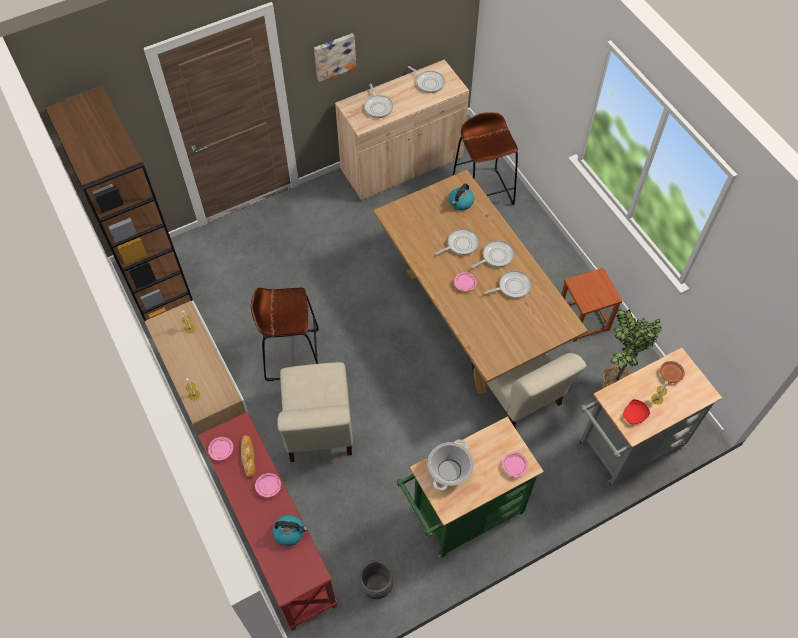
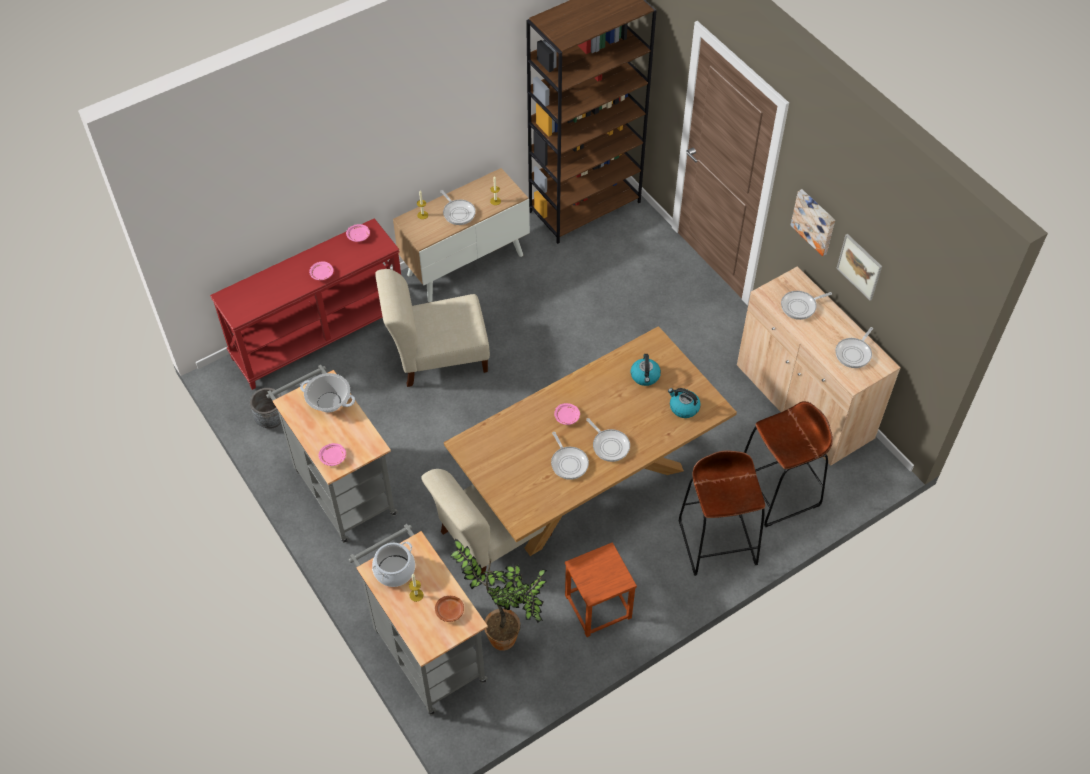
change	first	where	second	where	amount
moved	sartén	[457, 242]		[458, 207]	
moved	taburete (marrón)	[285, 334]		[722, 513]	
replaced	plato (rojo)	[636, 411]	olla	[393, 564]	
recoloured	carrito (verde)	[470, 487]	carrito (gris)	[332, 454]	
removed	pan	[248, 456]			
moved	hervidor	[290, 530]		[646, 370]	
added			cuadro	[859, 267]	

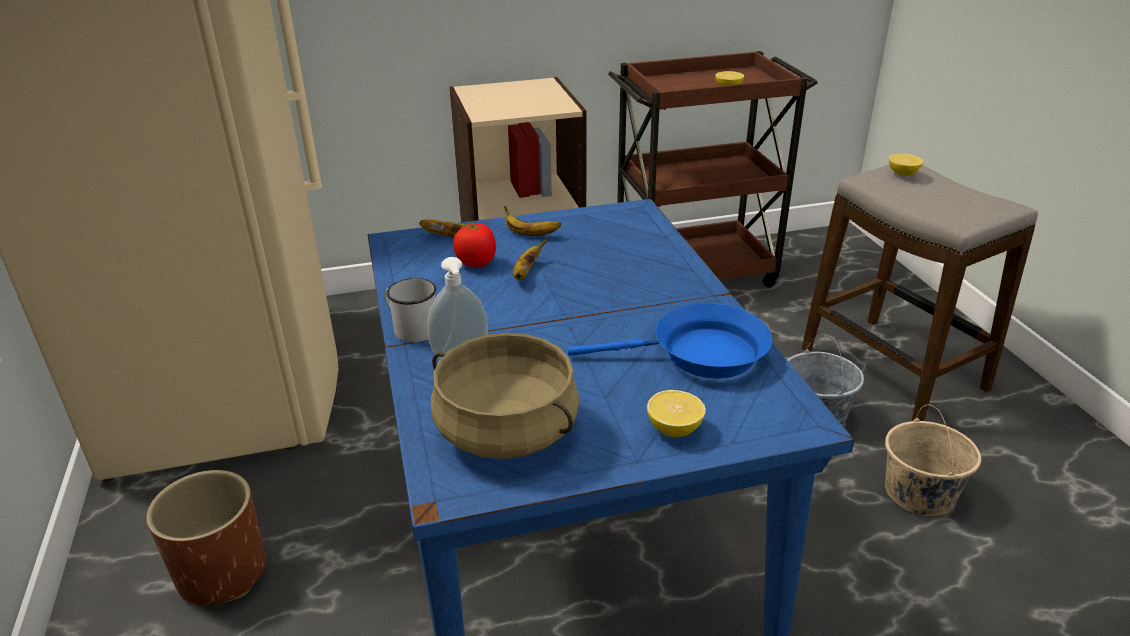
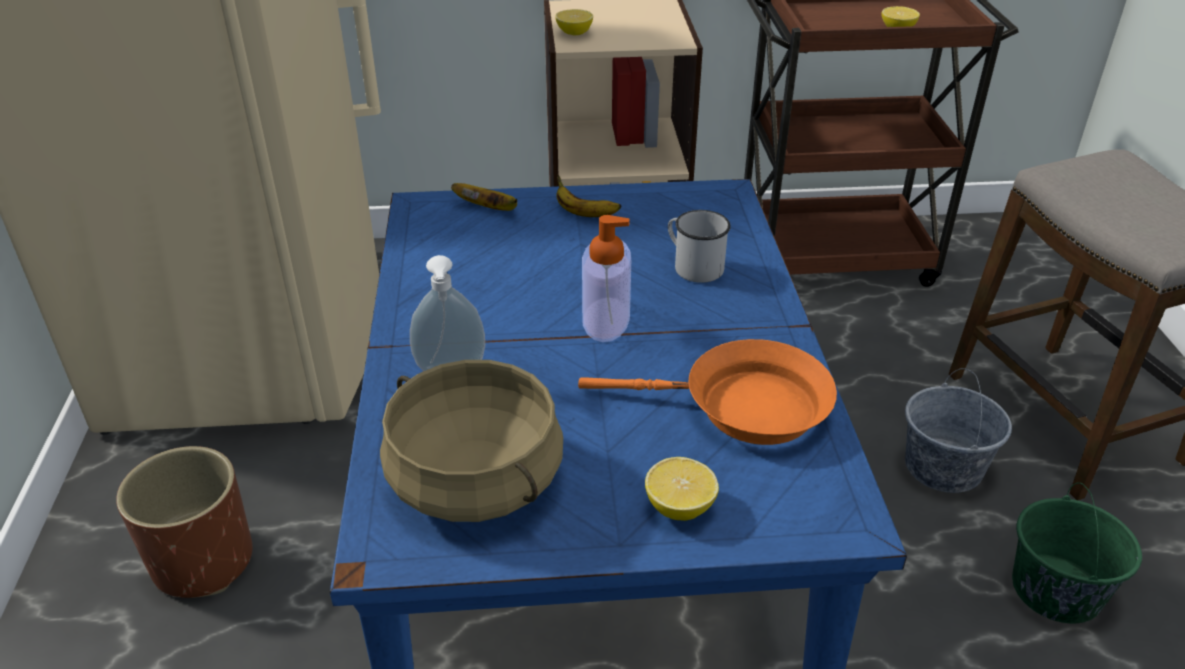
change	first	where	second	where	amount
moved	limón	[906, 165]		[574, 22]	
removed	tomate	[474, 245]			
removed	plátano	[530, 259]			
moved	taza grande (blanco)	[410, 310]		[699, 246]	
recoloured	sartén (azul)	[670, 340]	sartén (naranja)	[707, 392]	
recoloured	cubo (beis)	[933, 460]	cubo (verde)	[1077, 553]	
added			dispensador de jabón	[606, 278]	

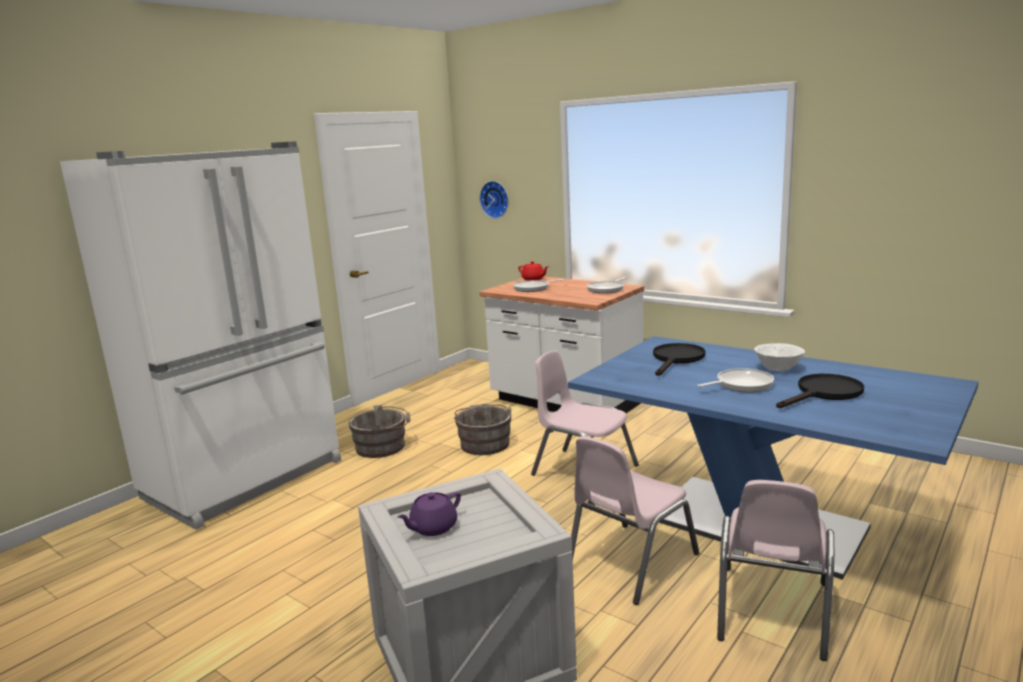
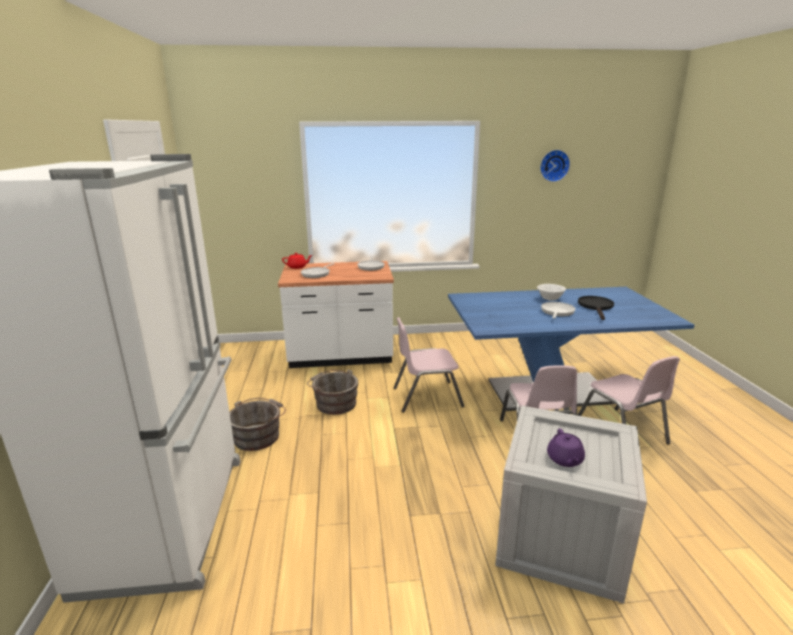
change	first	where	second	where	amount
moved	reloj de pared	[494, 200]		[555, 166]	
removed	sartén (negro)	[679, 359]			

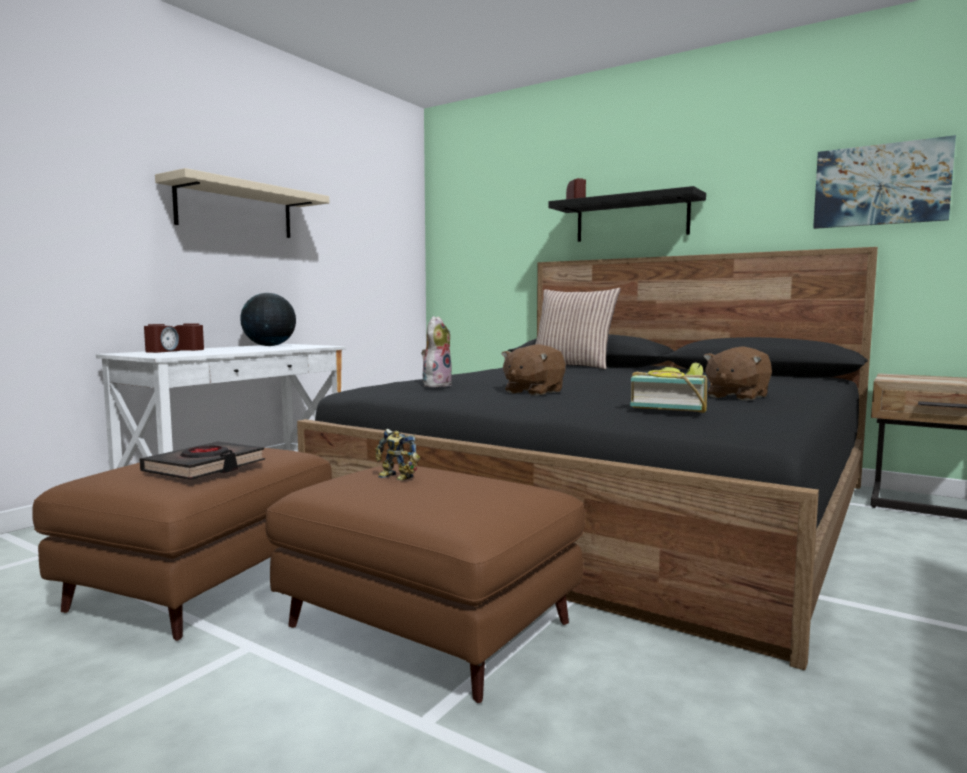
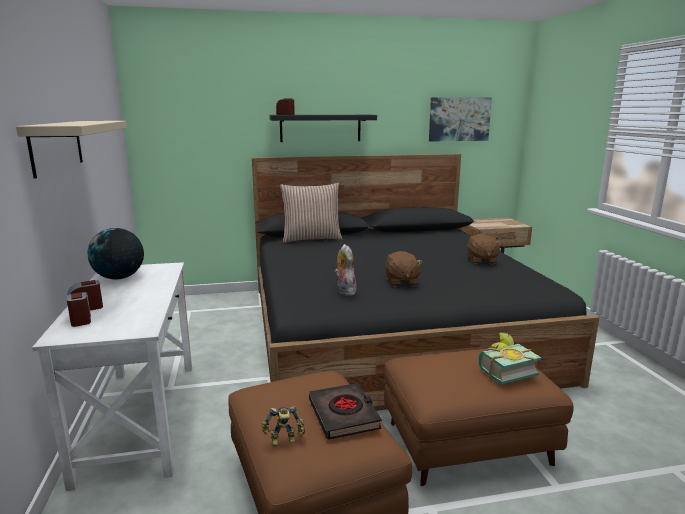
change	first	where	second	where	amount
moved	libro	[668, 387]		[510, 358]	
moved	robot de juguete	[397, 455]		[283, 426]	

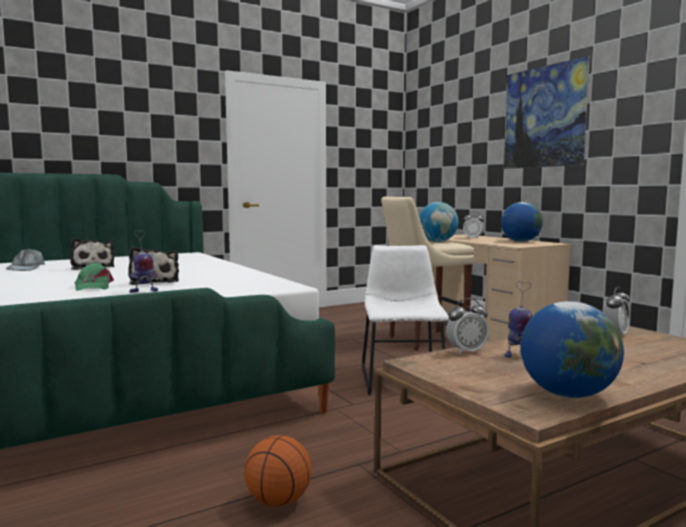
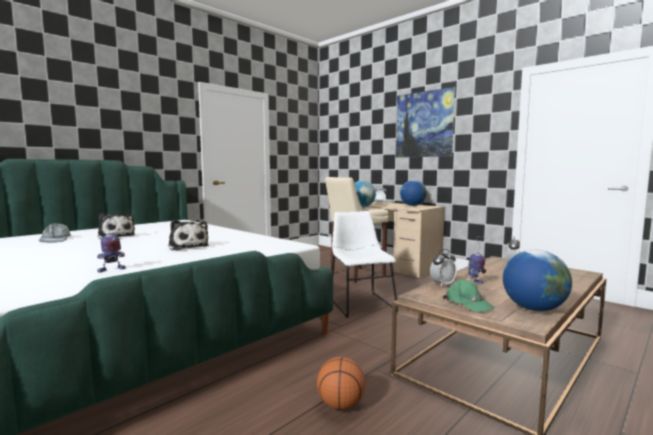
change	first	where	second	where	amount
moved	robot de juguete	[143, 261]		[111, 243]	
moved	gorra (verde)	[94, 277]		[469, 295]	

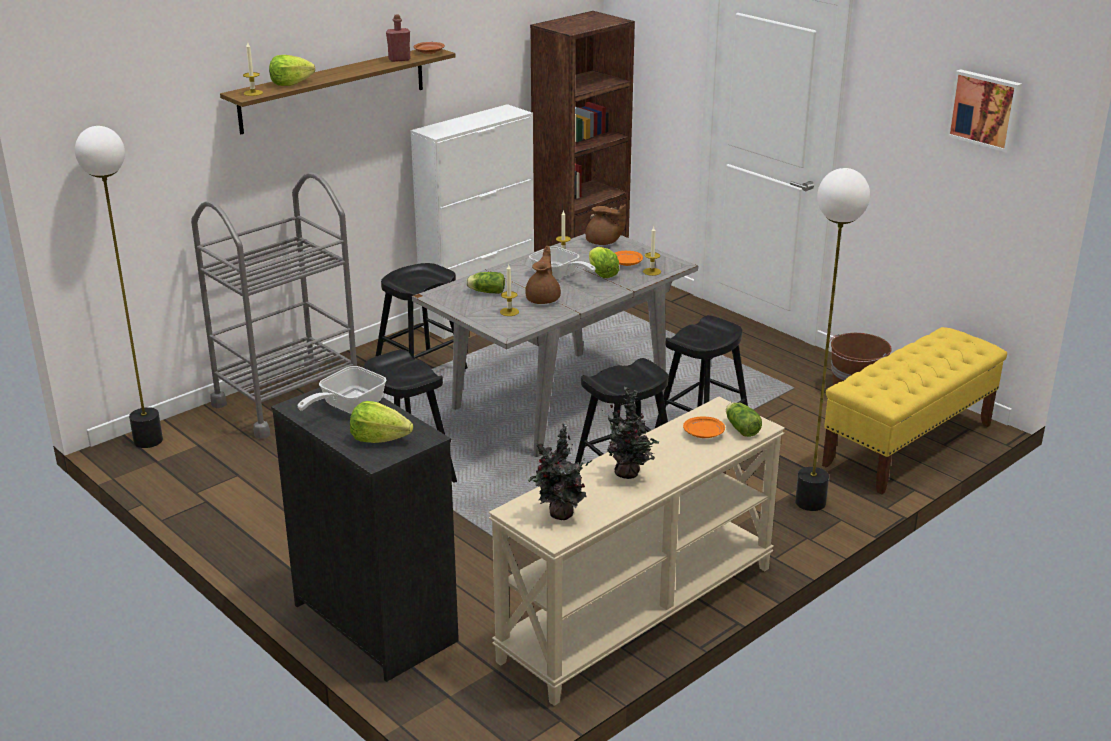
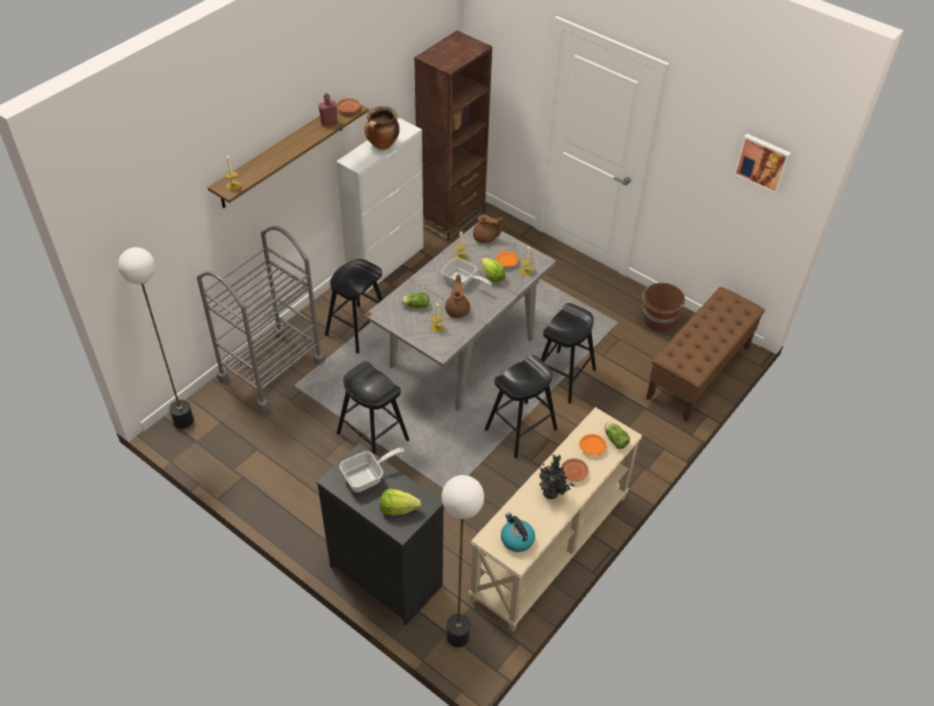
change	first	where	second	where	amount
removed	lechuga	[292, 70]			
moved	lámpara de pie	[832, 339]		[463, 561]	
recoloured	banco (amarillo)	[914, 411]	banco (marrón)	[705, 354]	
turned	sartén	[341, 390]		[371, 470]	150 degrees counterclockwise
replaced	planta en maceta	[560, 472]	hervidor	[518, 532]	
added			olla	[382, 128]	
added			plato (marrón)	[574, 470]	

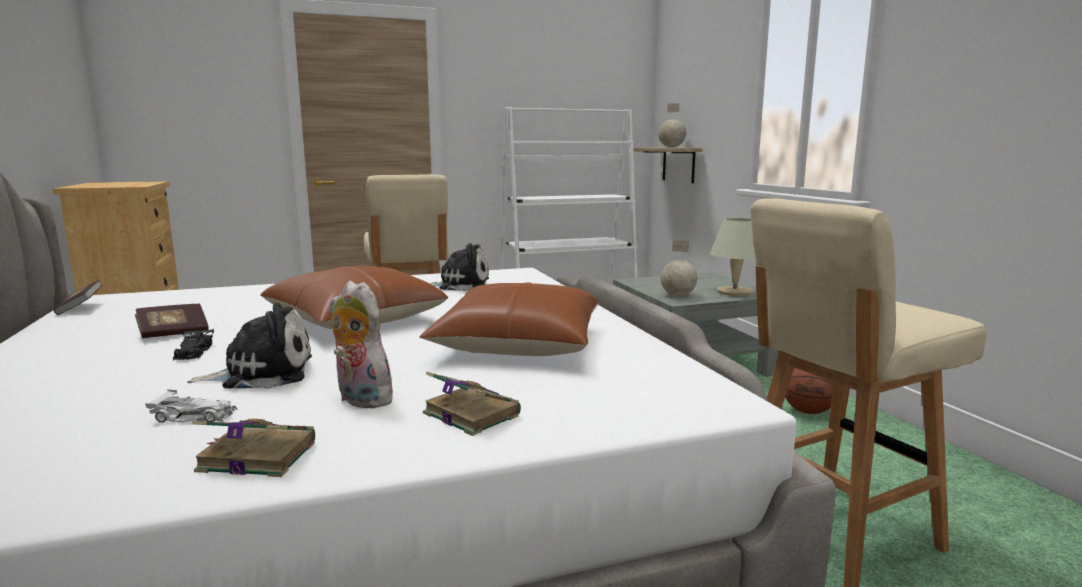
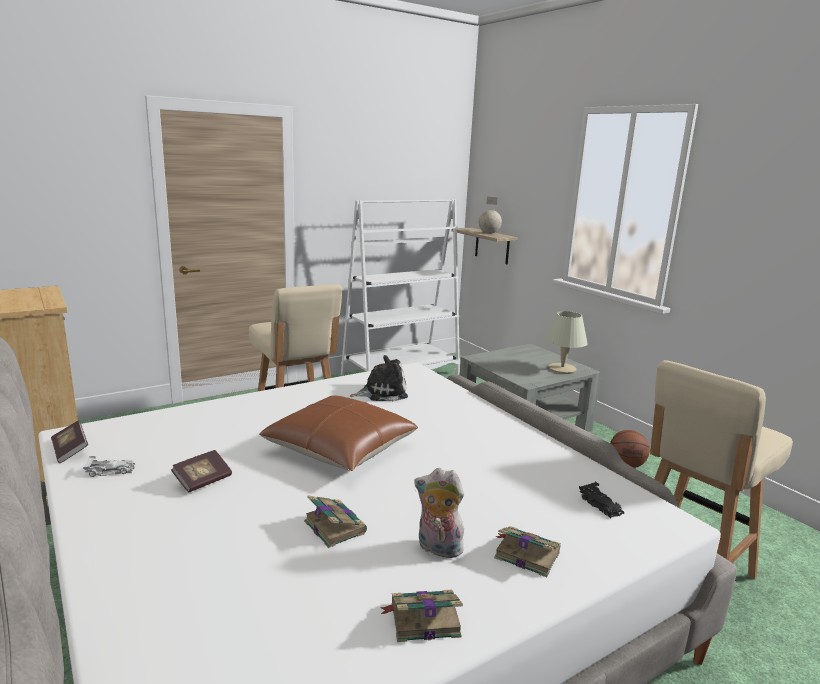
change	first	where	second	where	amount
removed	globo terráqueo	[679, 268]			
removed	cojín (marrón)	[509, 319]			
replaced	peluche	[249, 346]	libro	[335, 521]	
moved	coche de juguete (negro)	[193, 344]		[601, 499]	
moved	coche de juguete (blanco)	[191, 406]		[109, 466]	

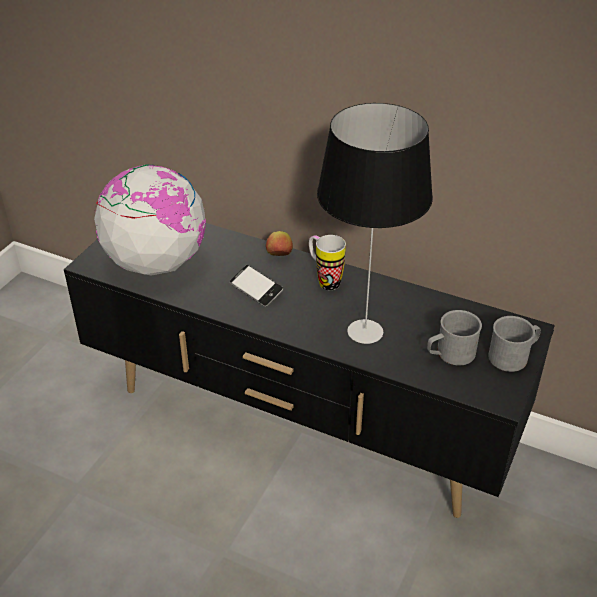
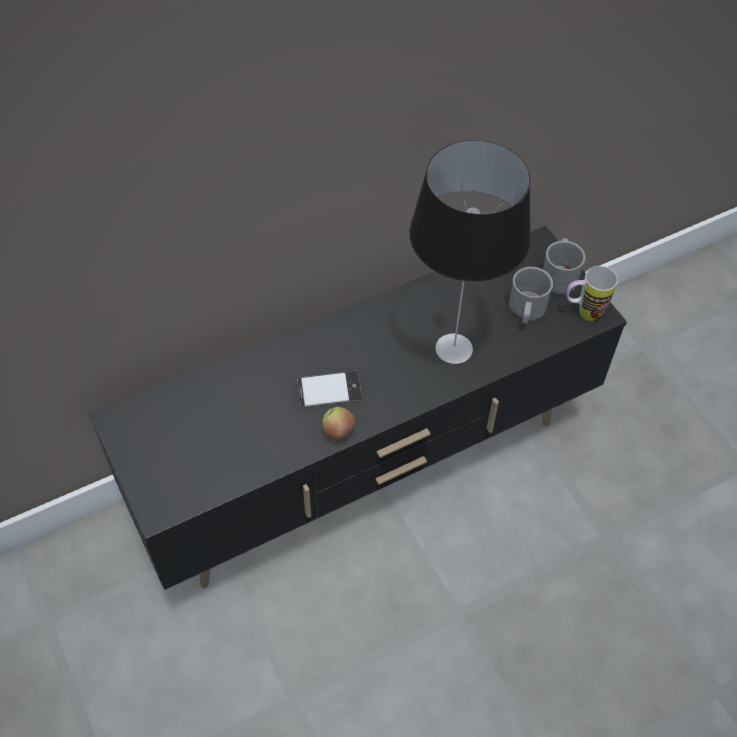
change	first	where	second	where	amount
removed	globo terráqueo	[150, 220]			
moved	manzana	[279, 243]		[339, 423]	
moved	taza grande	[327, 262]		[592, 293]	

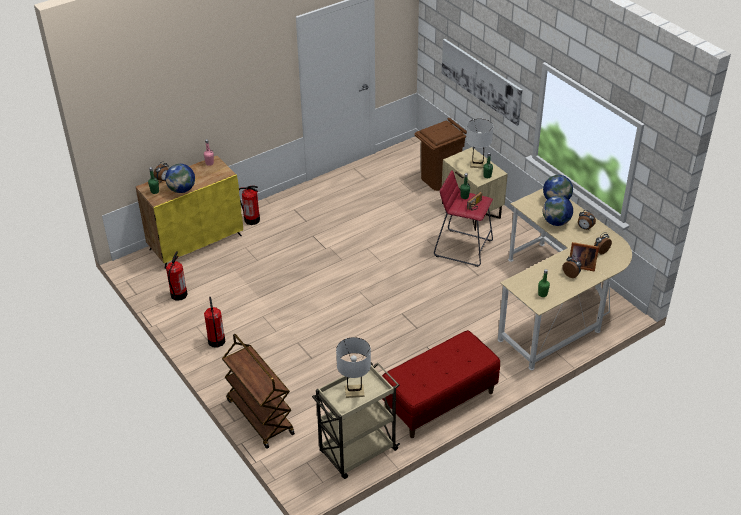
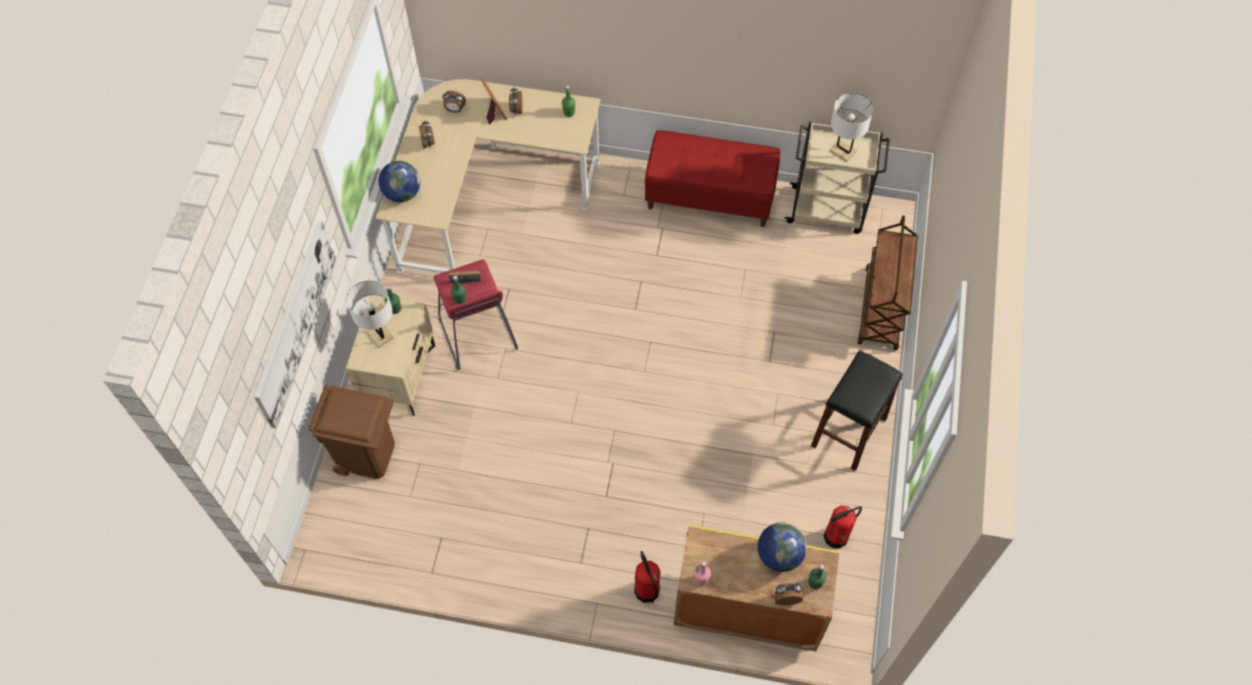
change	first	where	second	where	amount
removed	globo terráqueo	[558, 211]			
replaced	extintor	[214, 322]	taburete (negro)	[857, 410]	

